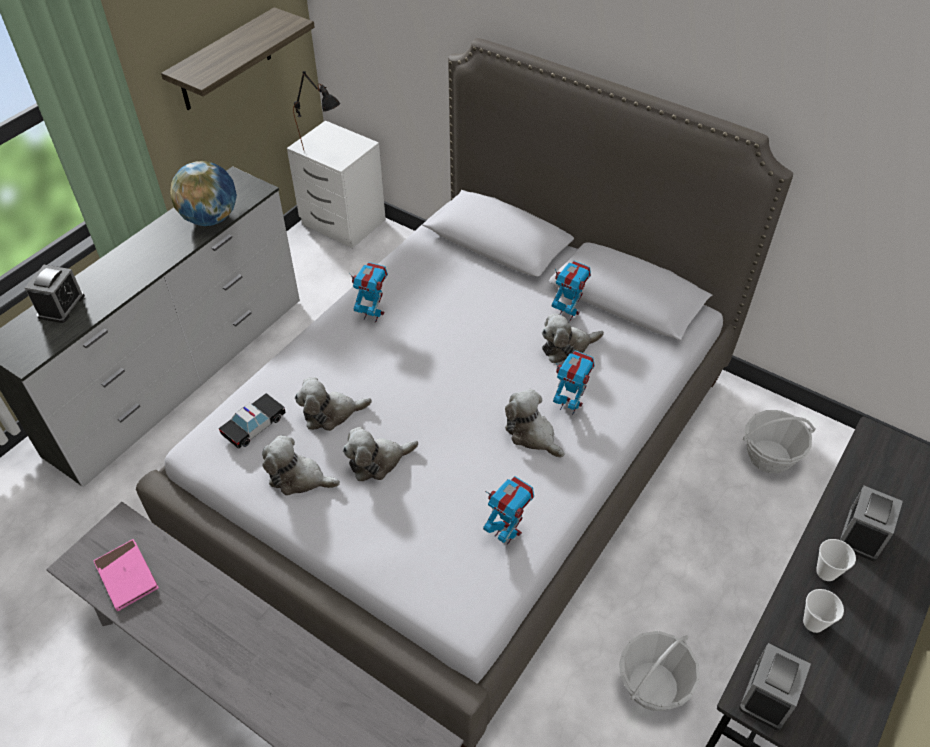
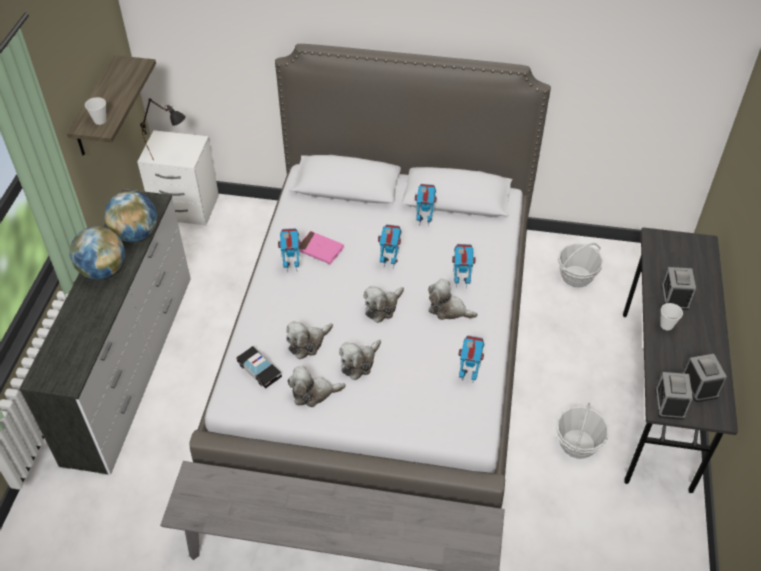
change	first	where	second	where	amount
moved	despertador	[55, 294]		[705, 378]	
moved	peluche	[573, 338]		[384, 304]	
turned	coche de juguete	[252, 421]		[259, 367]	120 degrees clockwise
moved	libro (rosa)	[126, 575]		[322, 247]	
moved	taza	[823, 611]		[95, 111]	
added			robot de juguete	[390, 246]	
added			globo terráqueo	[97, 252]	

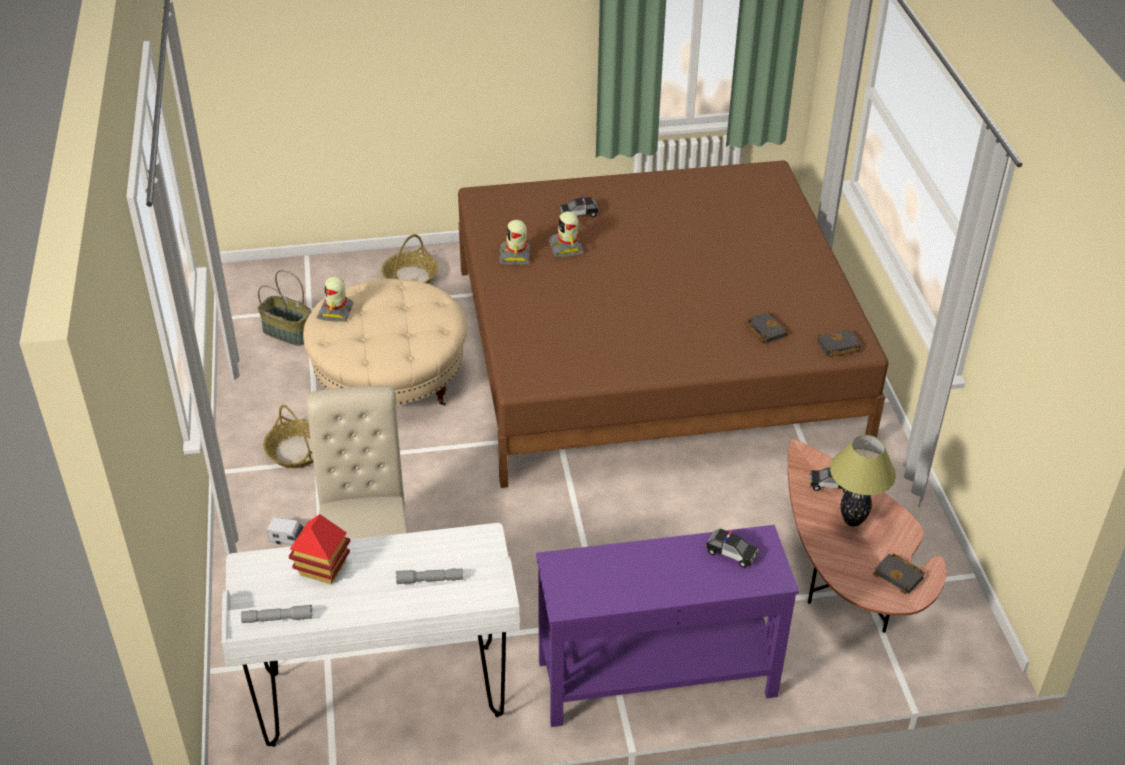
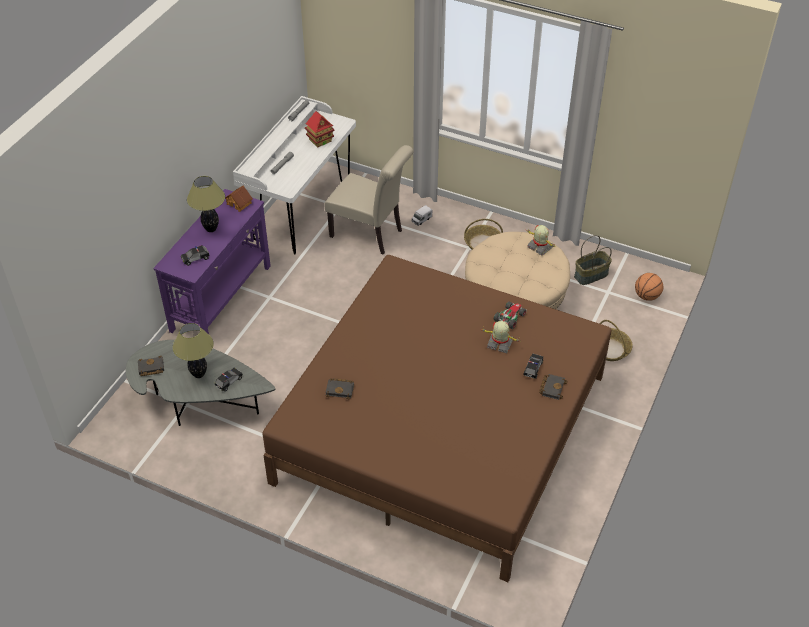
change	first	where	second	where	amount
replaced	robot de juguete	[514, 242]	coche de juguete	[510, 315]	
moved	libro (negro)	[839, 343]		[553, 387]	
recoloured	mesa de centro (marrón)	[867, 536]	mesa de centro (gris)	[200, 383]	
added			lámpara de mesa	[206, 204]	
added			casita	[239, 198]	
added			balón de baloncesto	[649, 287]	

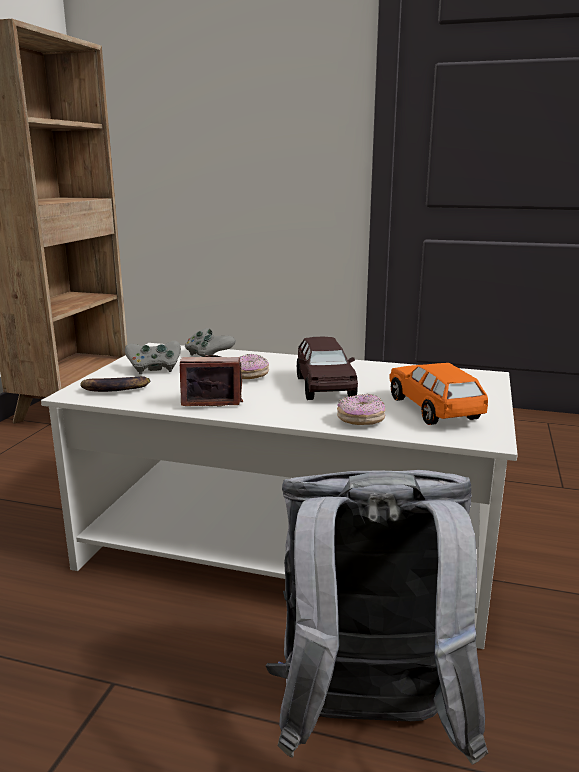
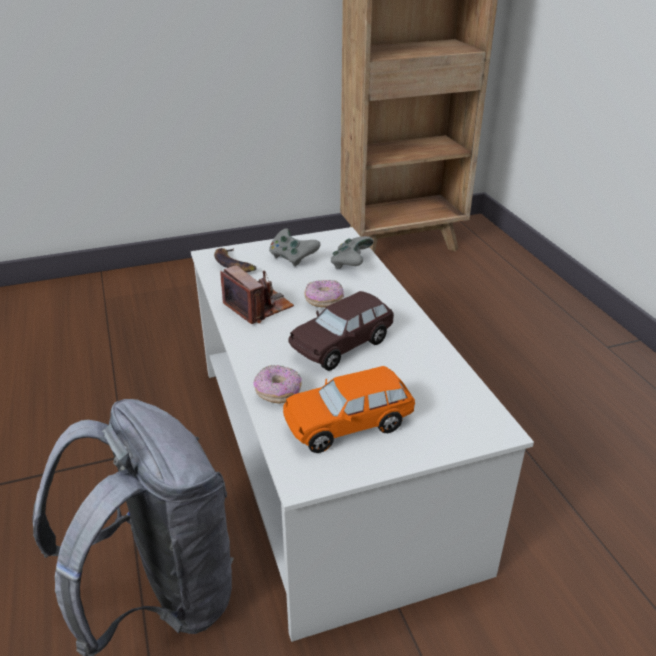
change	first	where	second	where	amount
turned	coche de juguete (naranja)	[438, 394]		[349, 409]	150 degrees counterclockwise

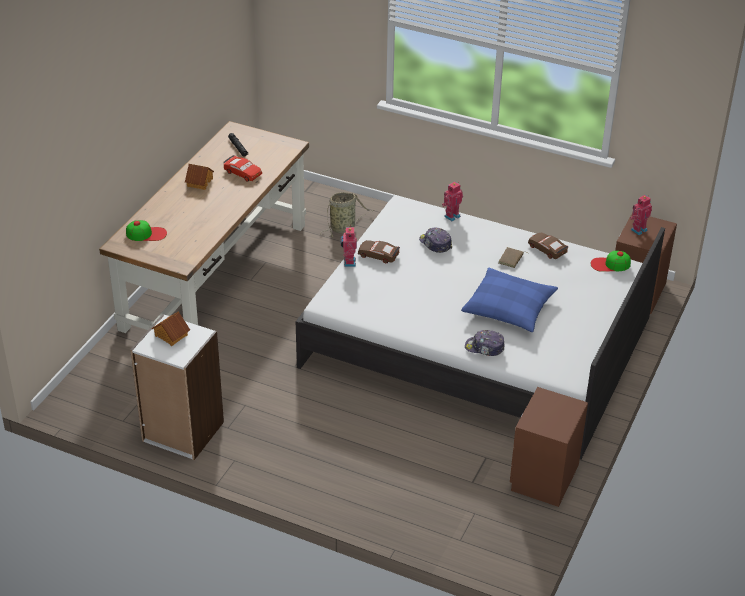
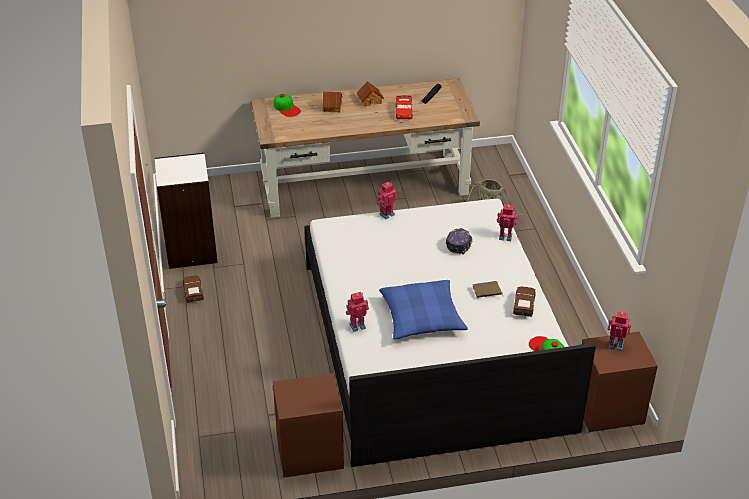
change	first	where	second	where	amount
moved	coche de juguete (marrón)	[379, 251]		[193, 289]	
moved	casita	[170, 328]		[332, 102]	
replaced	gorra	[485, 343]	robot de juguete	[357, 312]	

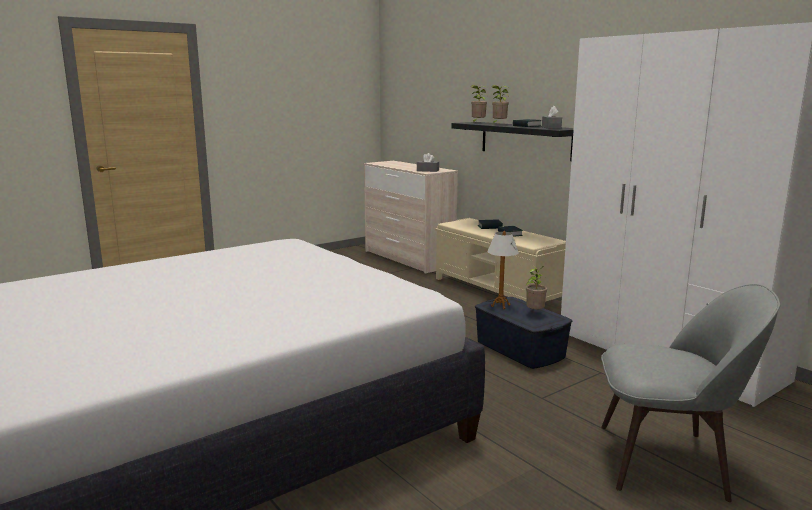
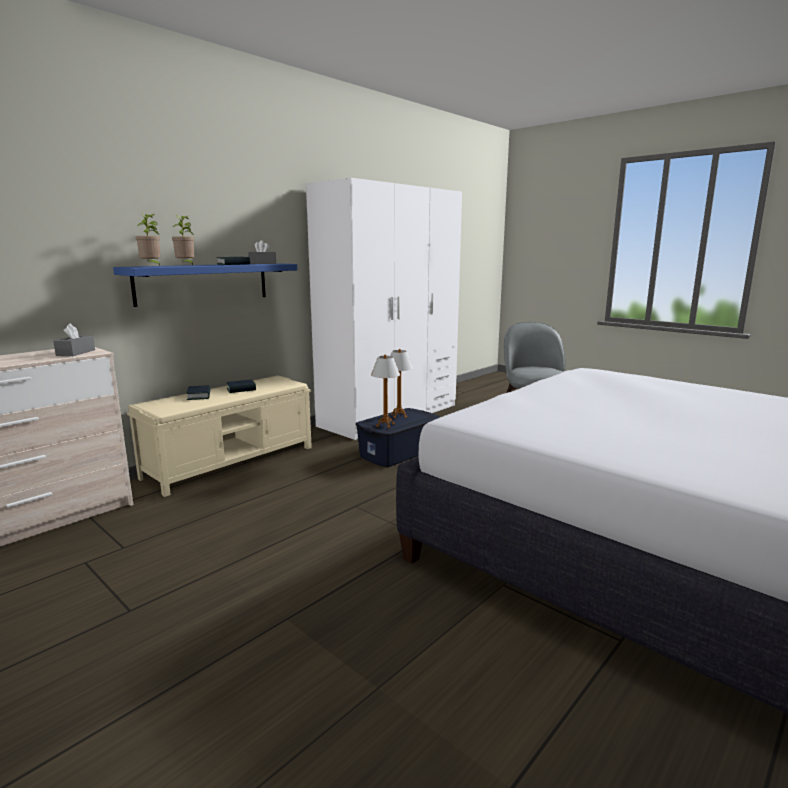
change	first	where	second	where	amount
recoloured	estante (negro)	[512, 141]	estante (azul)	[205, 285]	
replaced	planta en maceta	[536, 287]	lámpara de mesa	[401, 383]	

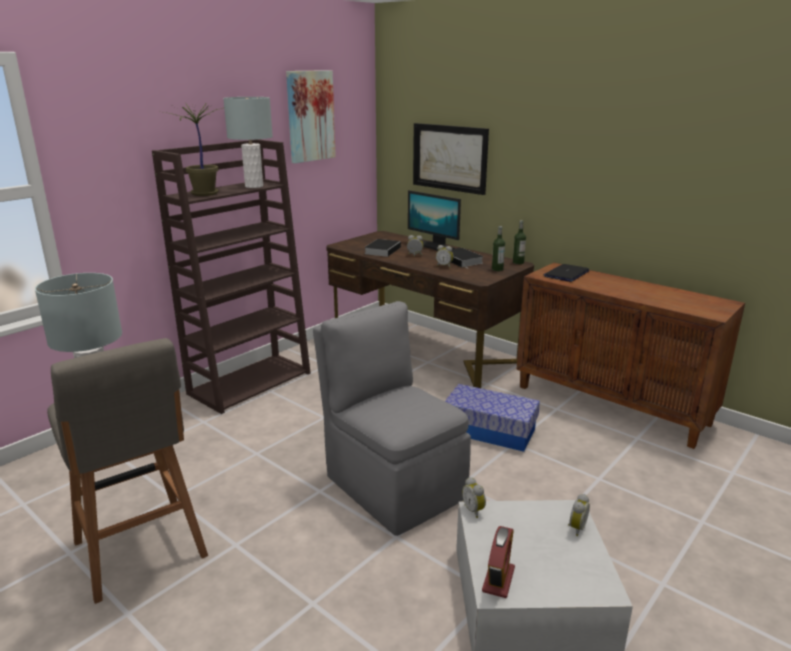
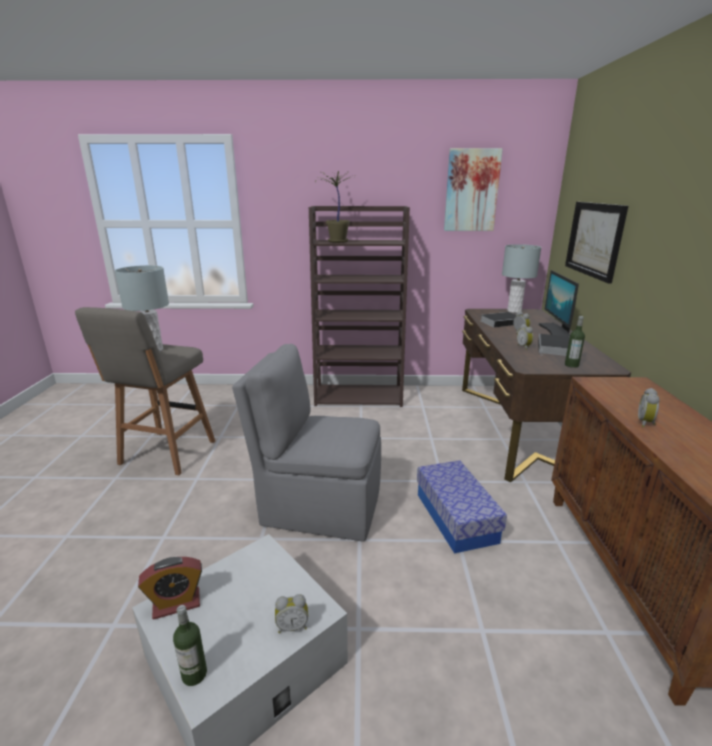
change	first	where	second	where	amount
moved	lámpara de mesa (gris)	[248, 142]		[521, 278]	
moved	botella	[519, 242]		[190, 645]	
removed	portátil	[566, 273]			
turned	silla (gris)	[392, 418]		[306, 442]	90 degrees counterclockwise
moved	despertador	[474, 497]		[649, 407]	

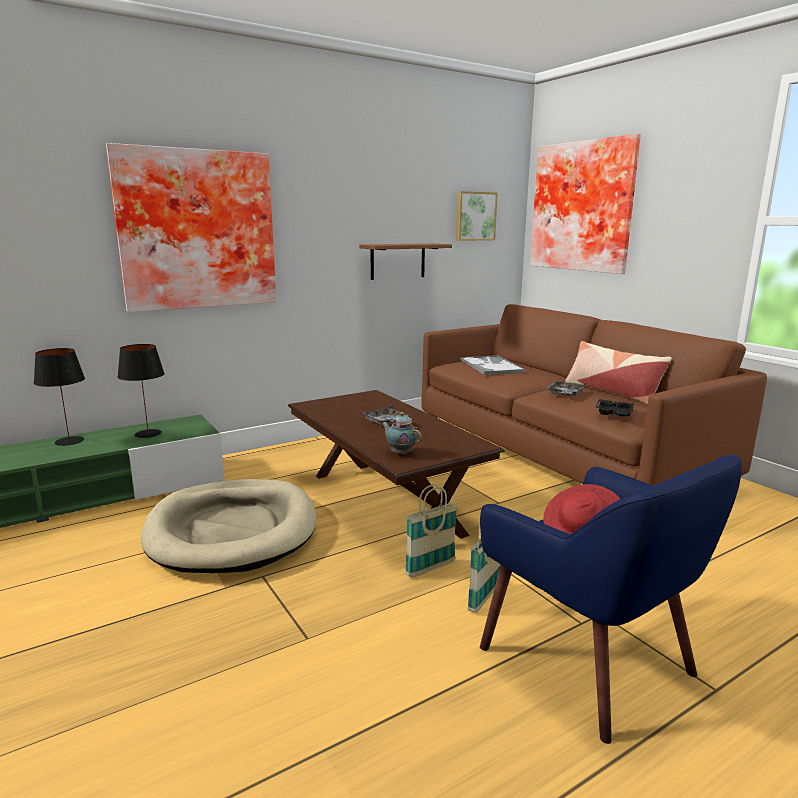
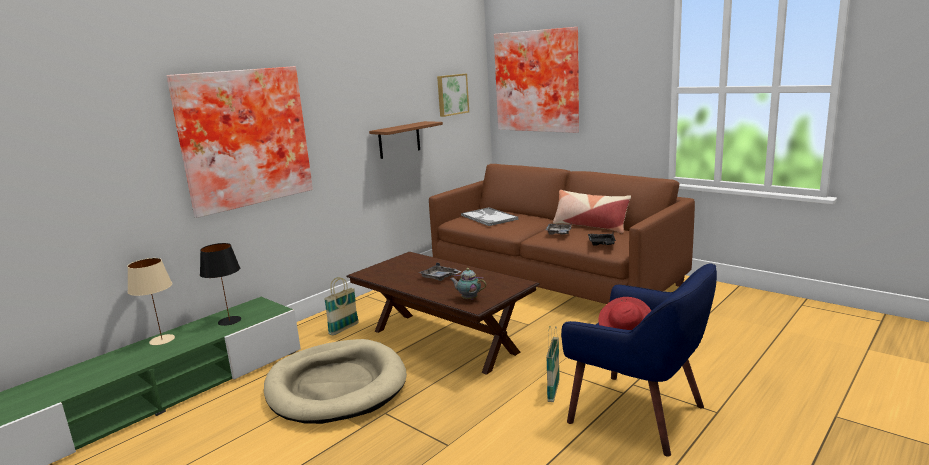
change	first	where	second	where	amount
recoloured	lámpara de mesa (negro)	[59, 397]	lámpara de mesa (beis)	[151, 301]	
moved	cesta	[431, 530]		[341, 306]	

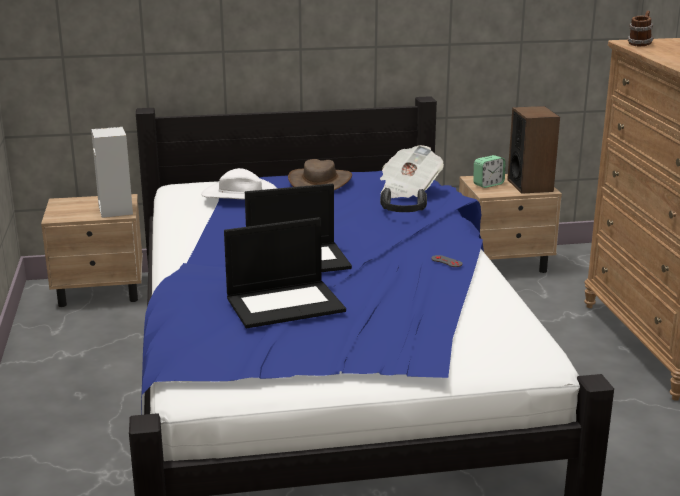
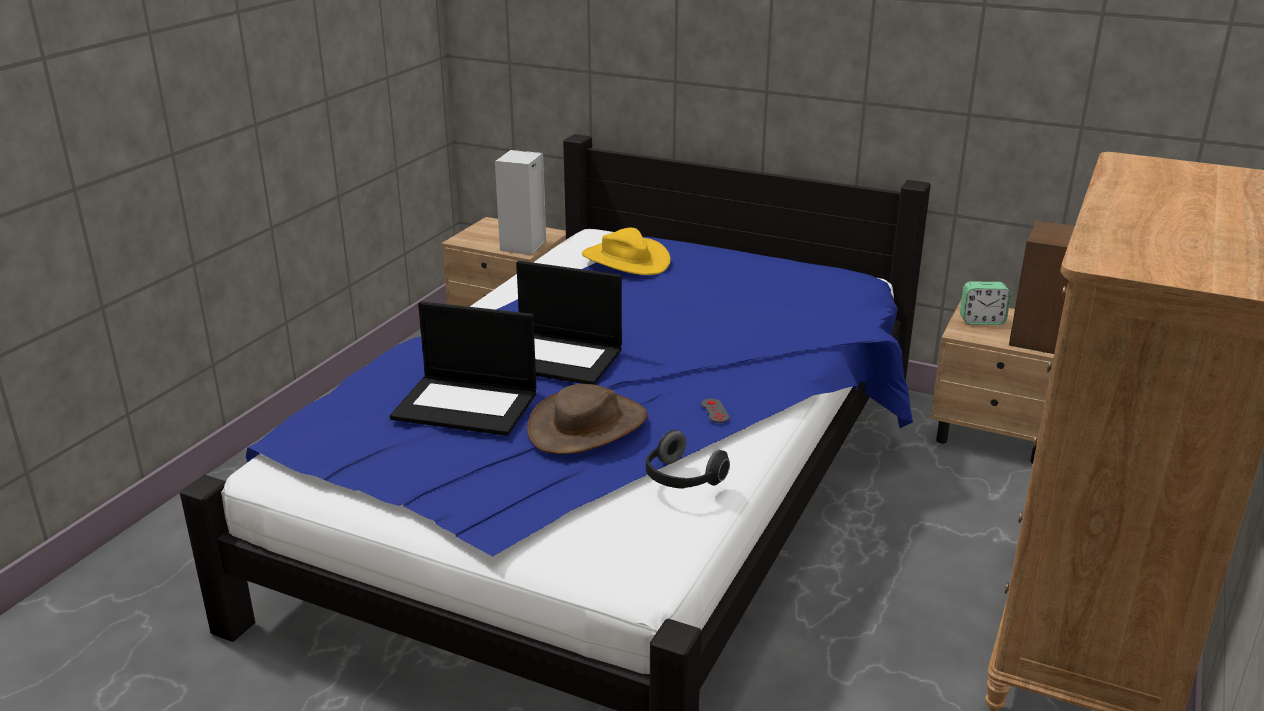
change	first	where	second	where	amount
removed	taza grande	[641, 28]			
removed	periódico	[412, 171]			
moved	sombrero (marrón)	[320, 174]		[587, 419]	
recoloured	sombrero (blanco)	[239, 184]	sombrero (amarillo)	[626, 251]	
moved	auriculares	[403, 200]		[688, 459]	

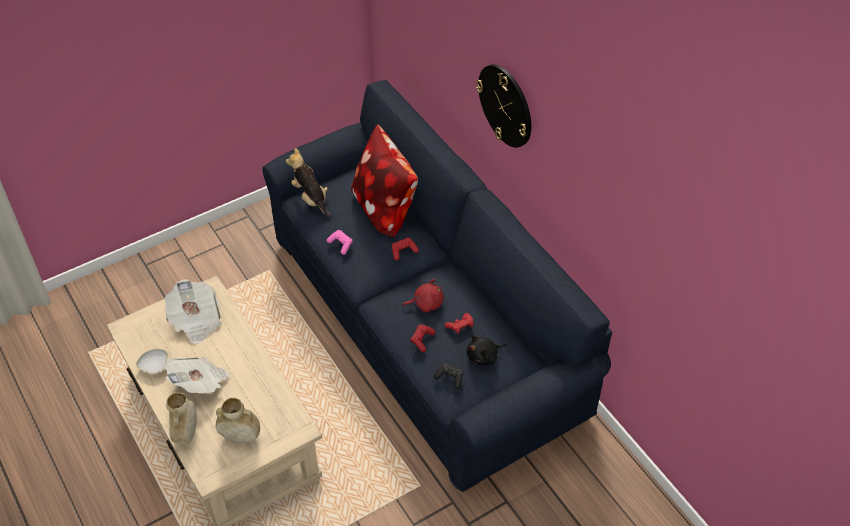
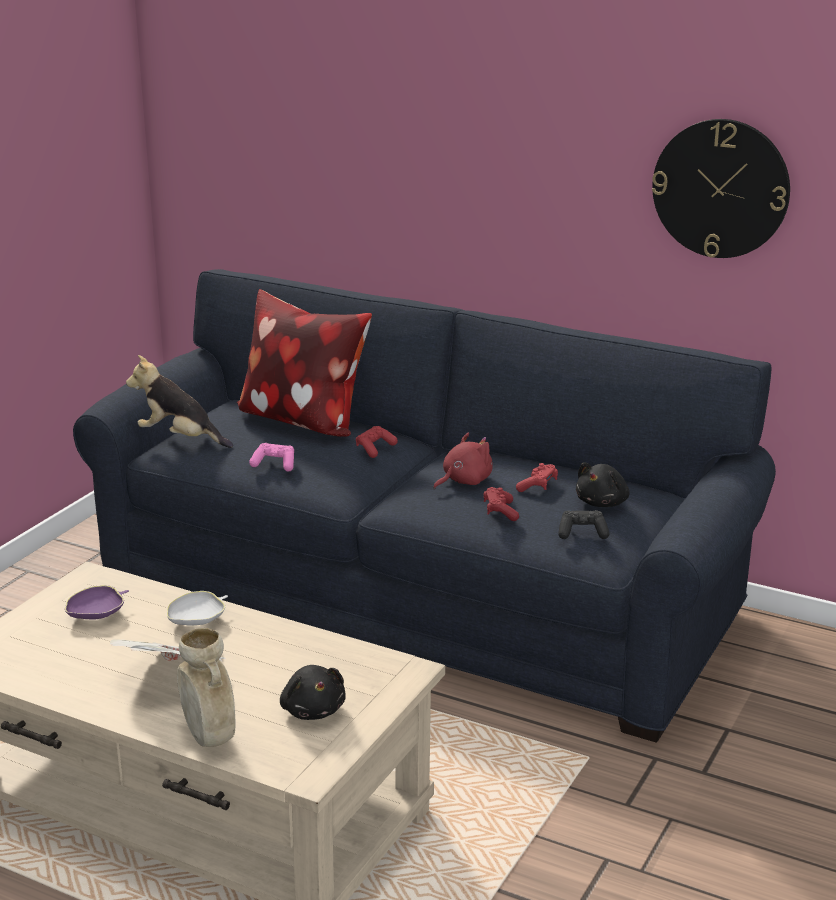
change	first	where	second	where	amount
moved	reloj de pared	[503, 106]		[721, 188]	
replaced	periódico	[193, 311]	cuenco (morado)	[97, 602]	
moved	cuenco (blanco)	[153, 361]		[197, 608]	
replaced	florero (beis)	[238, 420]	peluche (negro)	[313, 692]	

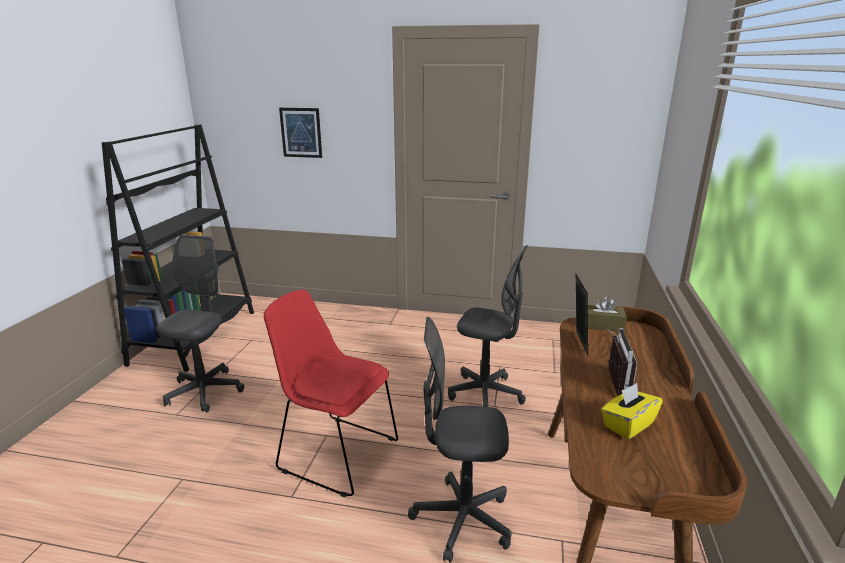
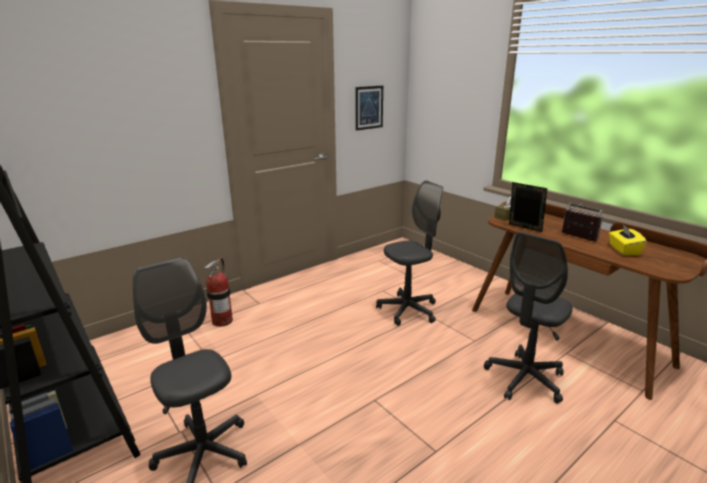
change	first	where	second	where	amount
moved	cuadro	[300, 133]		[369, 108]	
removed	silla (rojo)	[331, 393]			
added			extintor	[218, 292]	

